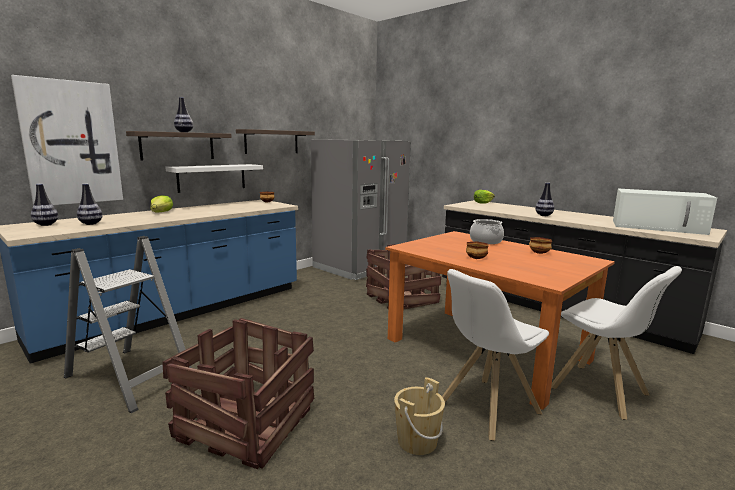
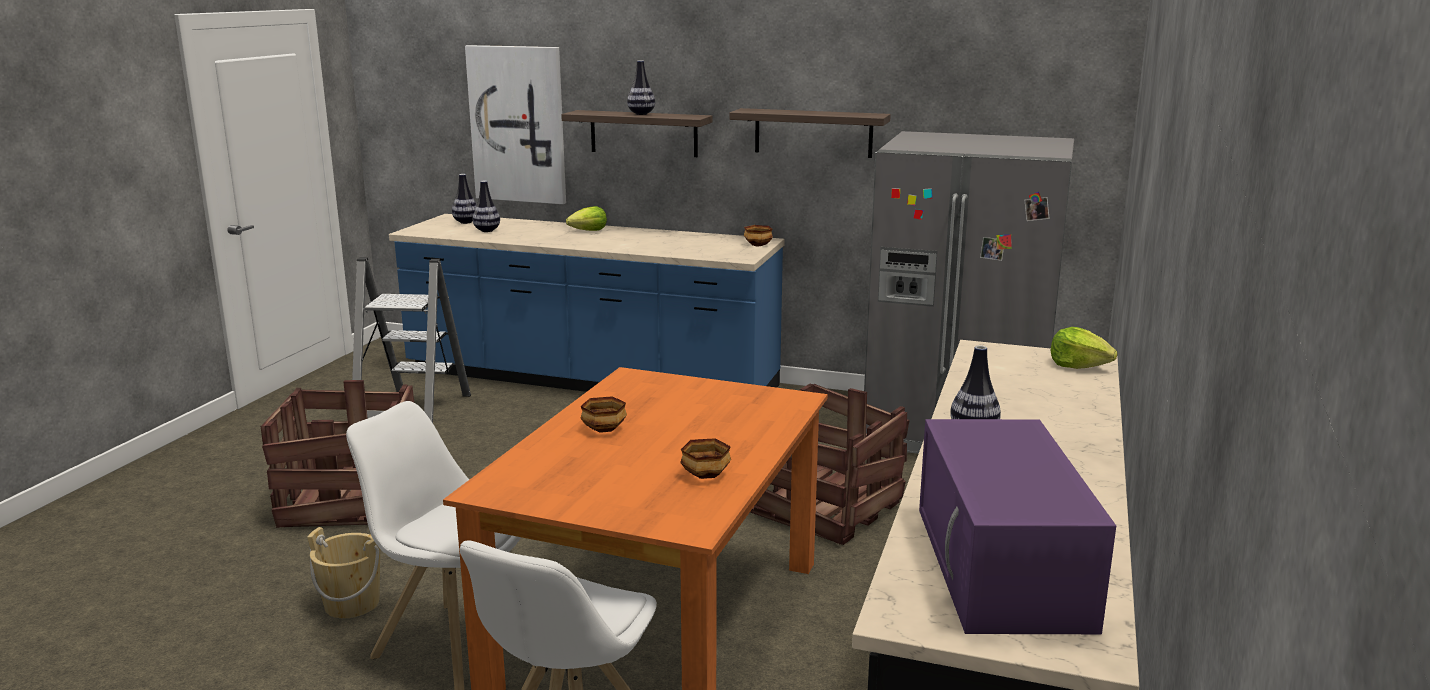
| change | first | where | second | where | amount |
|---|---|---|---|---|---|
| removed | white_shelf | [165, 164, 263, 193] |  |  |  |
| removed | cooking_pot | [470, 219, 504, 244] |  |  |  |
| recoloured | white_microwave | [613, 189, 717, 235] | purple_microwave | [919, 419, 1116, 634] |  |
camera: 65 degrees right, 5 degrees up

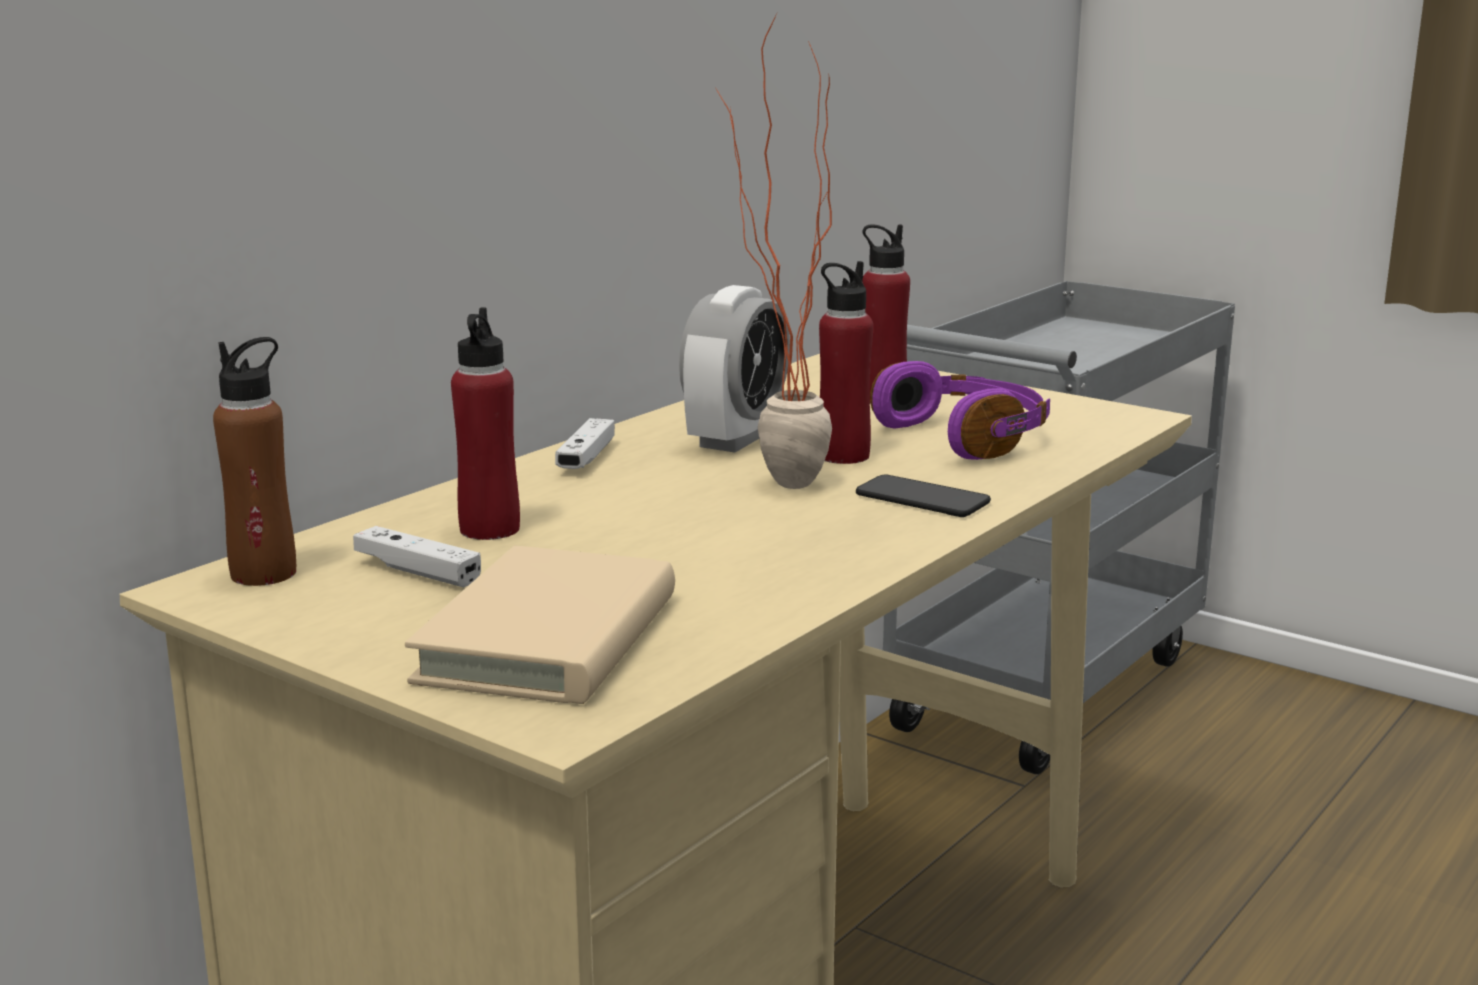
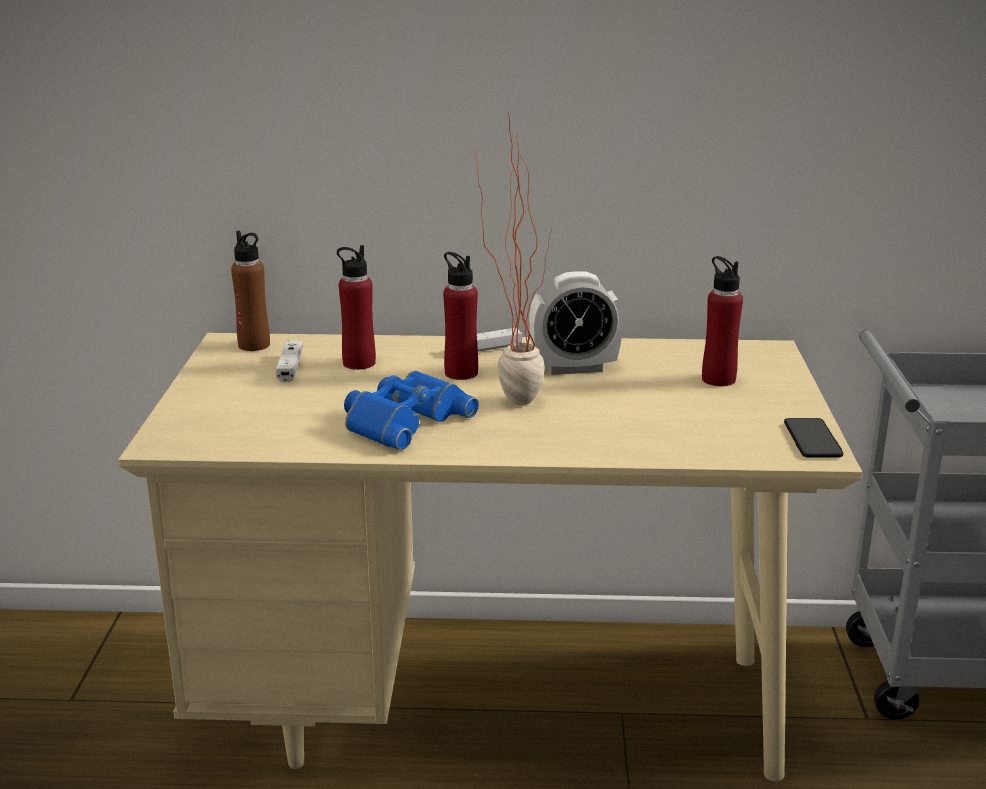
| change | first | where | second | where | amount |
|---|---|---|---|---|---|
| removed | beige_book | [405, 546, 675, 704] |  |  |  |
| moved | red_bottle | [819, 261, 873, 464] |  | [443, 252, 478, 380] |  |
| moved | phone | [856, 475, 991, 517] |  | [784, 418, 844, 458] |  |
| removed | purple_headphones | [870, 361, 1050, 460] |  |  |  |
| added |  |  | blue_binoculars | [344, 371, 479, 450] |  |
camera: 55 degrees right, 5 degrees up

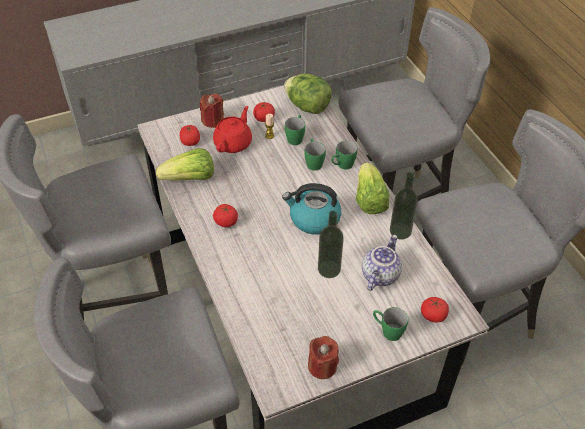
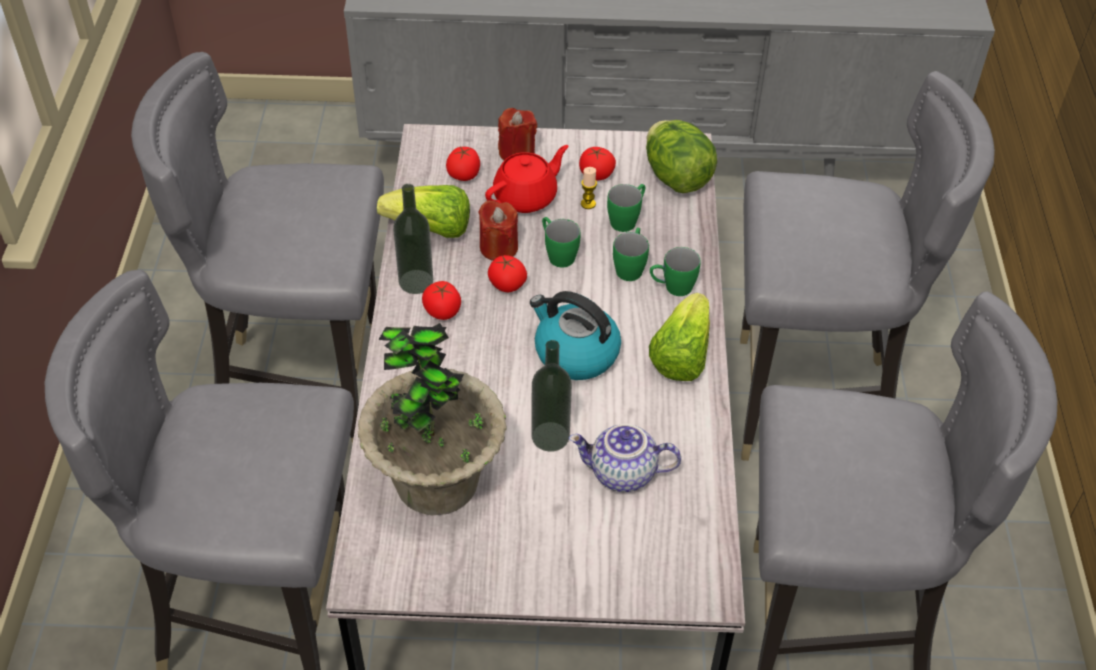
| change | first | where | second | where | amount |
|---|---|---|---|---|---|
| moved | red_candle | [308, 336, 339, 379] |  | [478, 200, 518, 261] |  |
| turned | teapot | [362, 235, 402, 291] |  | [569, 424, 681, 492] | 135 degrees counterclockwise |
| moved | green_mug | [373, 307, 408, 341] |  | [542, 217, 580, 268] |  |
| moved | bottle | [390, 172, 418, 239] |  | [393, 184, 433, 294] |  |
| moved | tomato | [421, 297, 449, 322] |  | [488, 255, 527, 292] |  |
| added |  |  | potted_plant | [358, 323, 506, 515] |  |
camera: 25 degrees right, 0 degrees up

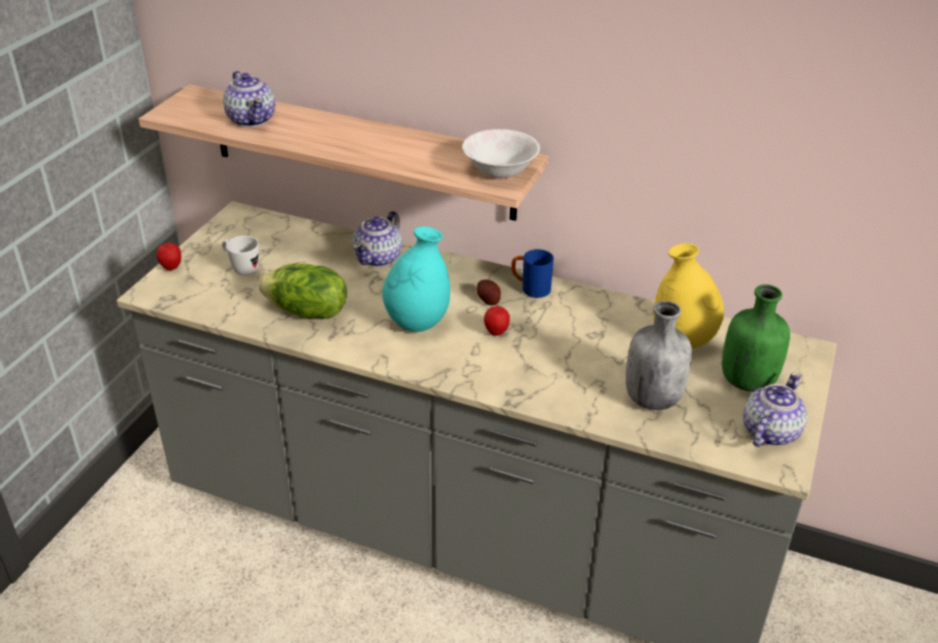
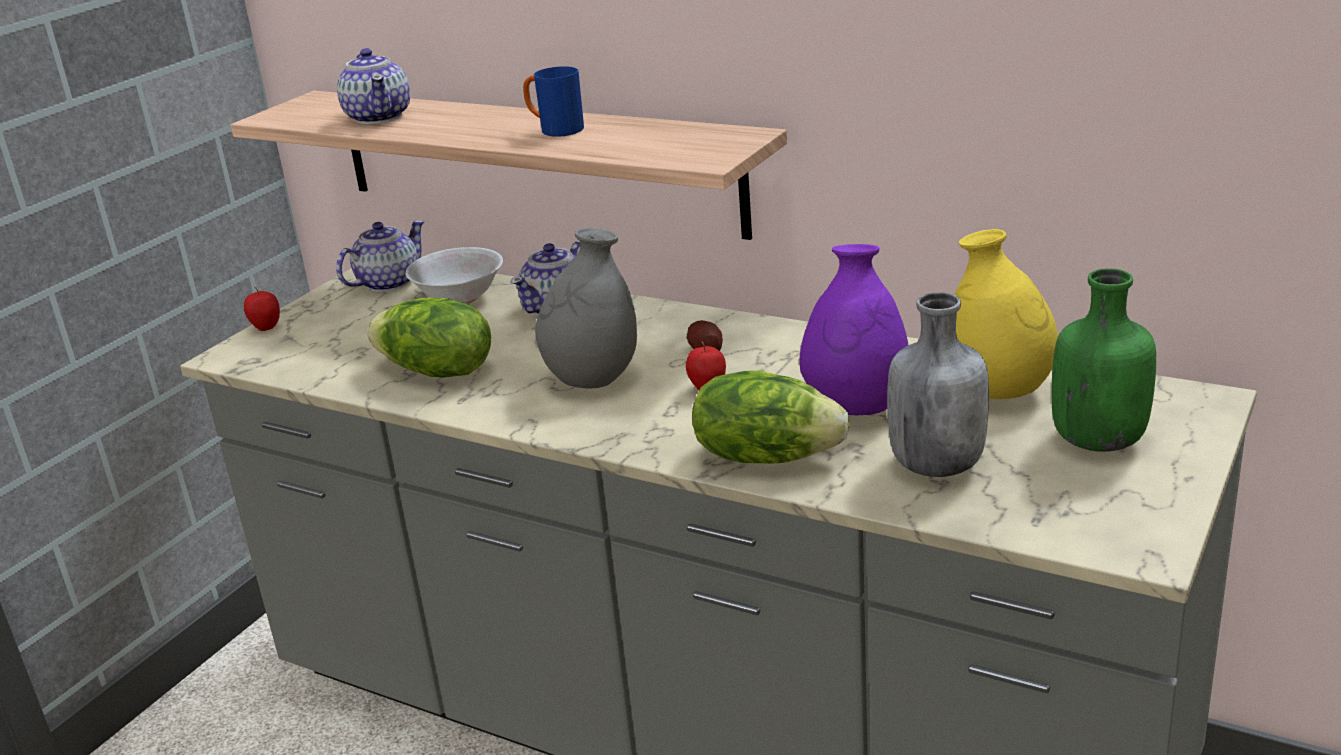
| change | first | where | second | where | amount |
|---|---|---|---|---|---|
| removed | white_mug | [222, 236, 259, 276] |  |  |  |
| recoloured | turquoise_vase | [382, 226, 450, 332] | grey_vase | [535, 228, 637, 388] |  |
| moved | white_bowl | [462, 129, 540, 179] |  | [405, 247, 503, 304] |  |
| moved | blue_mug | [511, 249, 554, 298] |  | [523, 66, 584, 137] |  |
| moved | teapot | [743, 372, 807, 447] |  | [336, 220, 425, 292] |  |
| added |  |  | lettuce | [692, 371, 850, 464] |  |
| added |  |  | purple_vase | [799, 244, 908, 415] |  |
camera: 10 degrees right, 10 degrees down

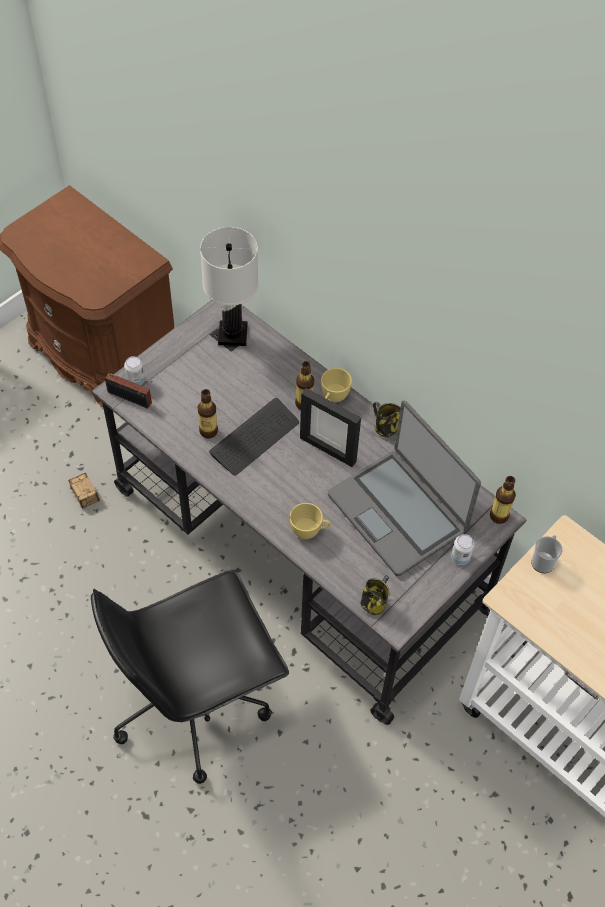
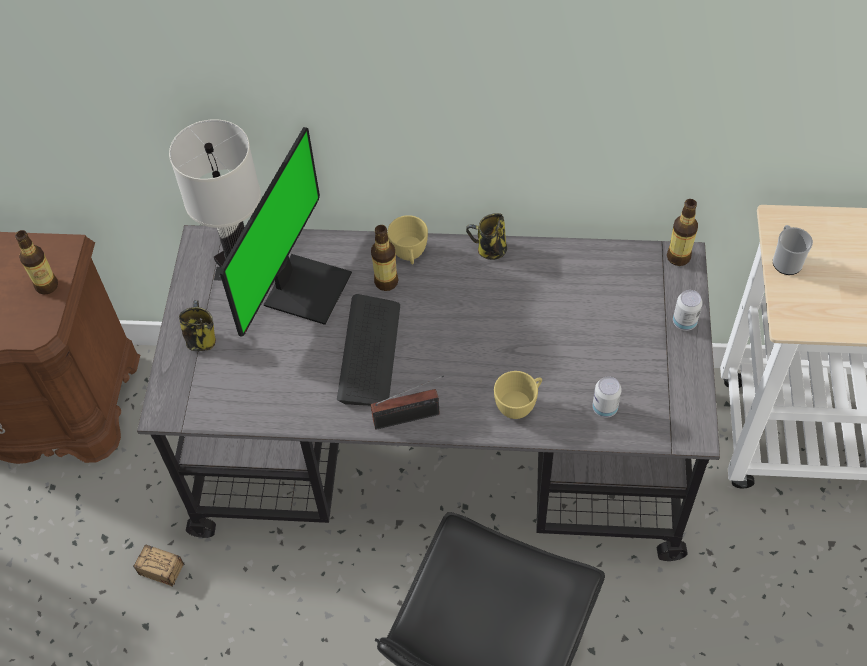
| change | first | where | second | where | amount |
|---|---|---|---|---|---|
| moved | radio | [105, 373, 152, 409] |  | [371, 375, 444, 429] |  |
| moved | can | [124, 356, 145, 385] |  | [592, 376, 622, 418] |  |
| moved | bottle | [198, 389, 218, 439] |  | [15, 230, 58, 295] |  |
| removed | picture_frame | [300, 388, 361, 467] |  |  |  |
| removed | laptop | [328, 401, 481, 576] |  |  |  |
| moved | mug | [360, 575, 390, 615] |  | [179, 300, 216, 351] |  |
| added |  |  | monitor | [220, 127, 352, 337] |  |
camera: 35 degrees left, 0 degrees up

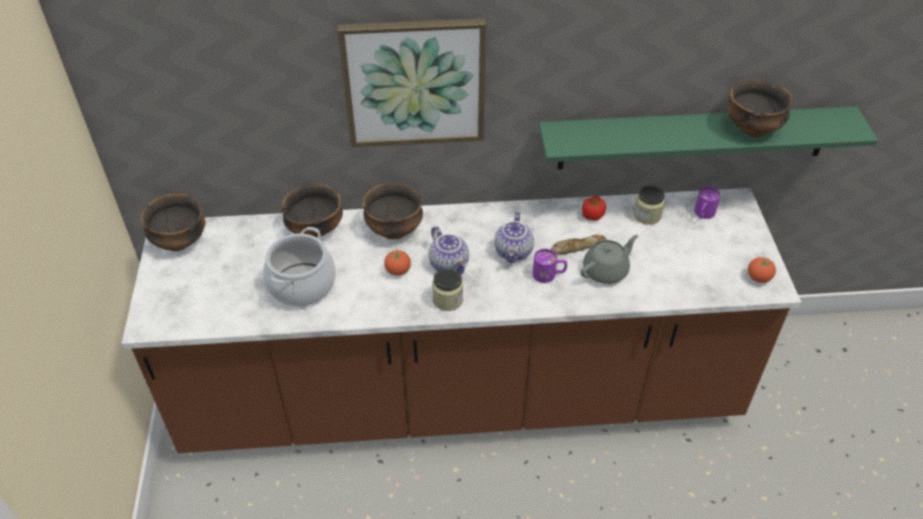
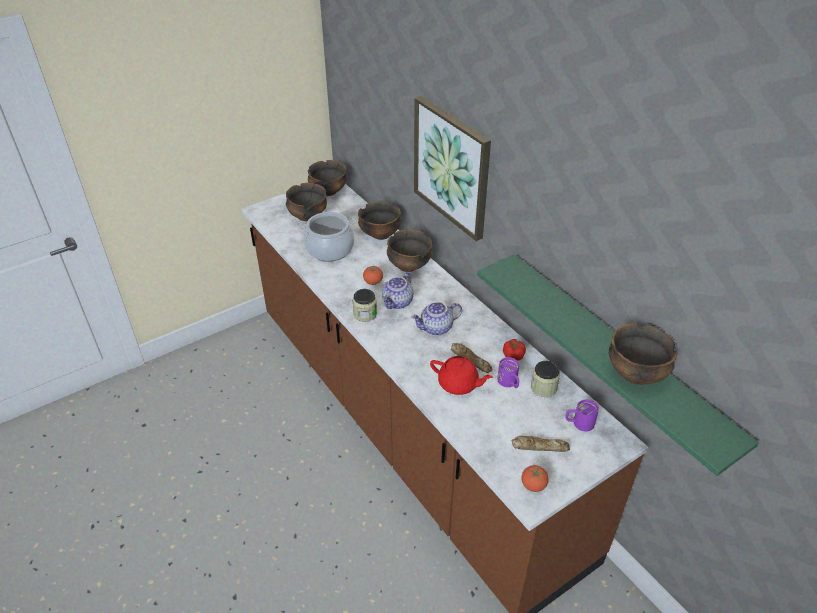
| change | first | where | second | where | amount |
|---|---|---|---|---|---|
| moved | purple_mug | [533, 249, 567, 283] |  | [497, 357, 519, 388] |  |
| recoloured | grey_teapot | [580, 235, 638, 284] | red_teapot | [430, 356, 493, 395] |  |
| added |  |  | bowl | [286, 183, 327, 221] |  |
| added |  |  | bread | [511, 436, 570, 452] |  |
camera: 60 degrees right, 5 degrees down

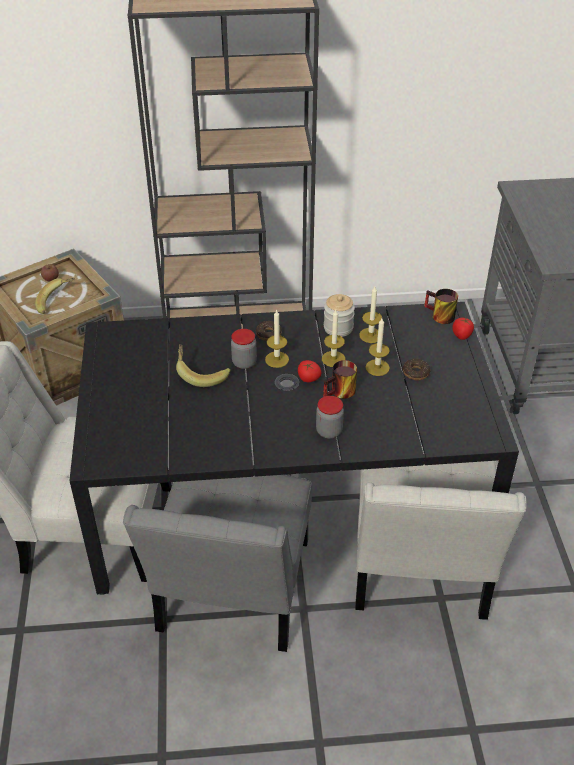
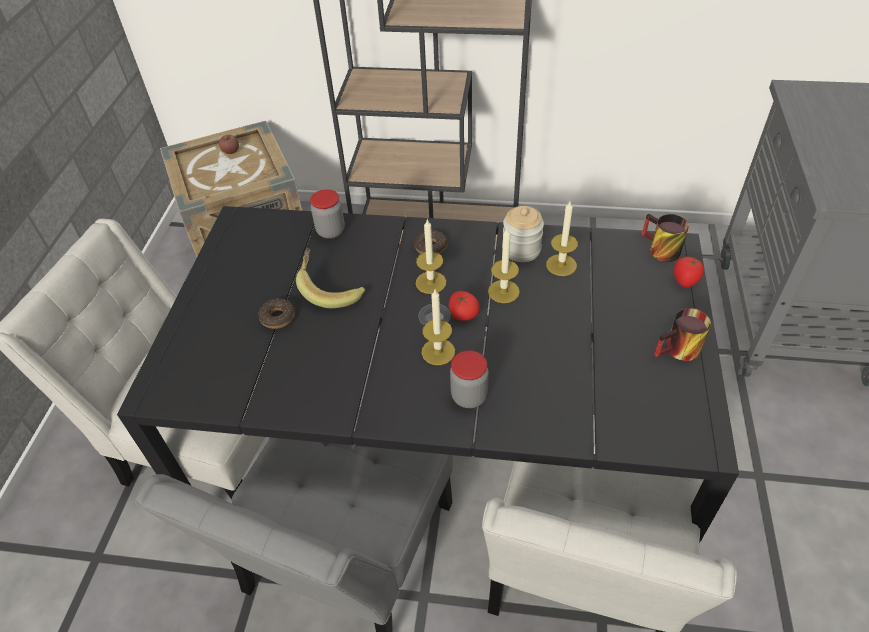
| change | first | where | second | where | amount |
|---|---|---|---|---|---|
| removed | banana | [35, 278, 75, 314] |  |  |  |
| moved | jar | [231, 329, 257, 369] |  | [310, 189, 345, 239] |  |
| moved | mug | [323, 360, 357, 399] |  | [654, 308, 711, 361] |  |
| moved | candle | [365, 318, 390, 376] |  | [421, 290, 455, 365] |  |
| moved | donut | [403, 359, 430, 380] |  | [258, 298, 295, 329] |  |
camera: 15 degrees right, 5 degrees up

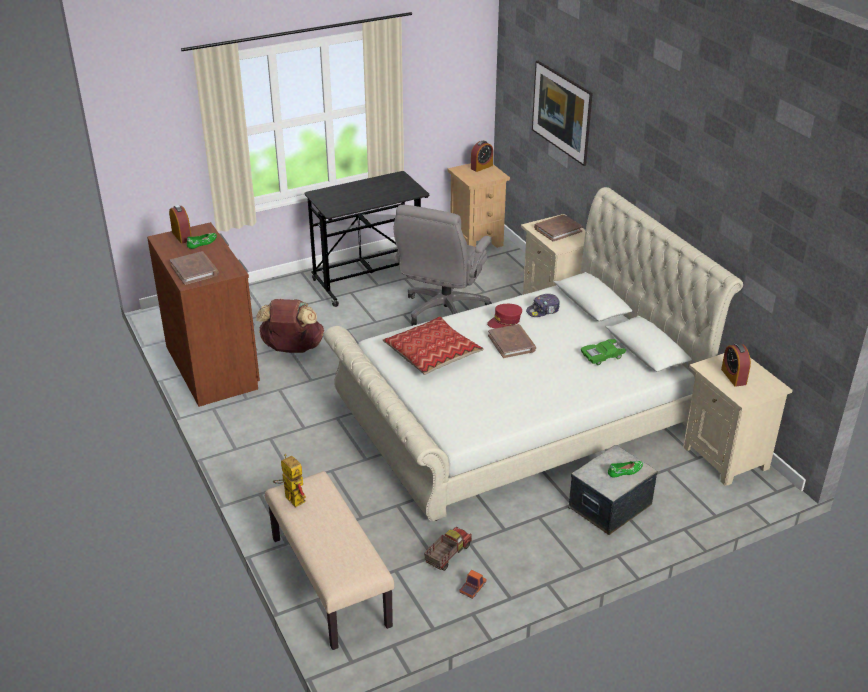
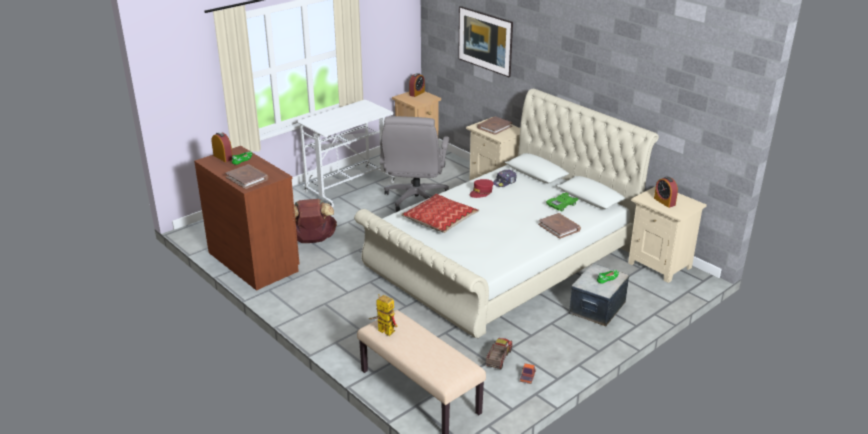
| change | first | where | second | where | amount |
|---|---|---|---|---|---|
| recoloured | black_desk | [304, 171, 429, 307] | white_desk | [297, 100, 395, 207] |  |
| moved | brown_book | [488, 324, 536, 358] |  | [538, 213, 581, 239] |  |
camera: 15 degrees left, 5 degrees down

